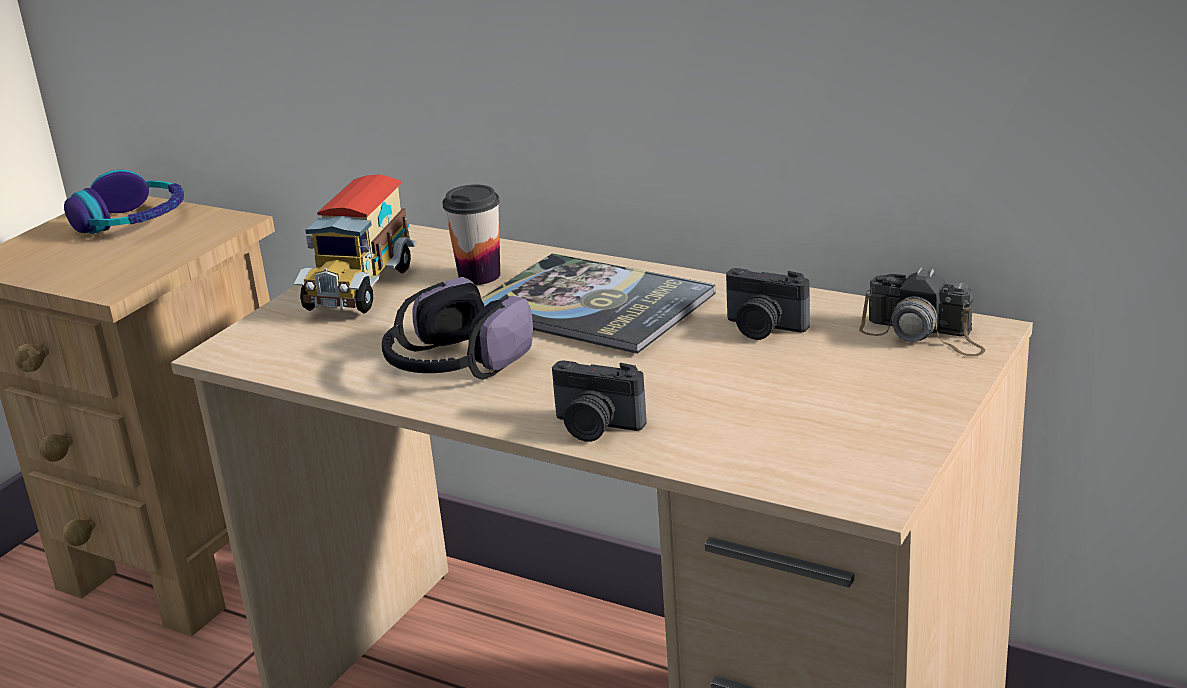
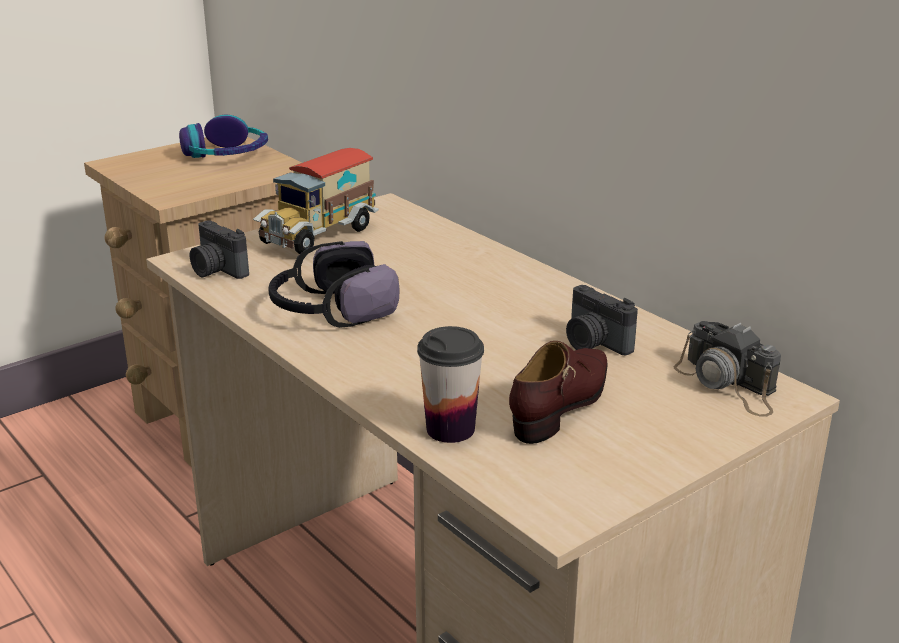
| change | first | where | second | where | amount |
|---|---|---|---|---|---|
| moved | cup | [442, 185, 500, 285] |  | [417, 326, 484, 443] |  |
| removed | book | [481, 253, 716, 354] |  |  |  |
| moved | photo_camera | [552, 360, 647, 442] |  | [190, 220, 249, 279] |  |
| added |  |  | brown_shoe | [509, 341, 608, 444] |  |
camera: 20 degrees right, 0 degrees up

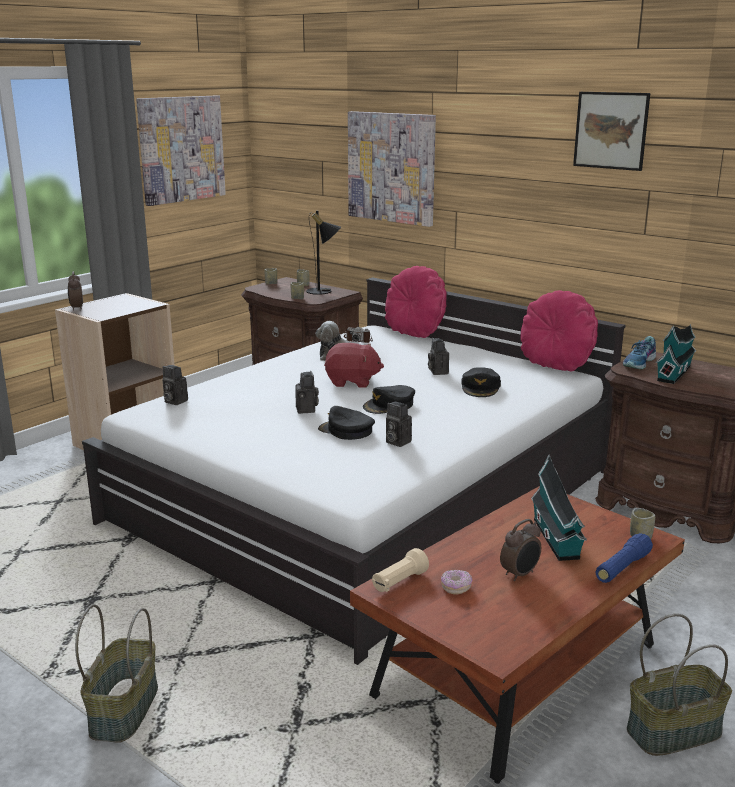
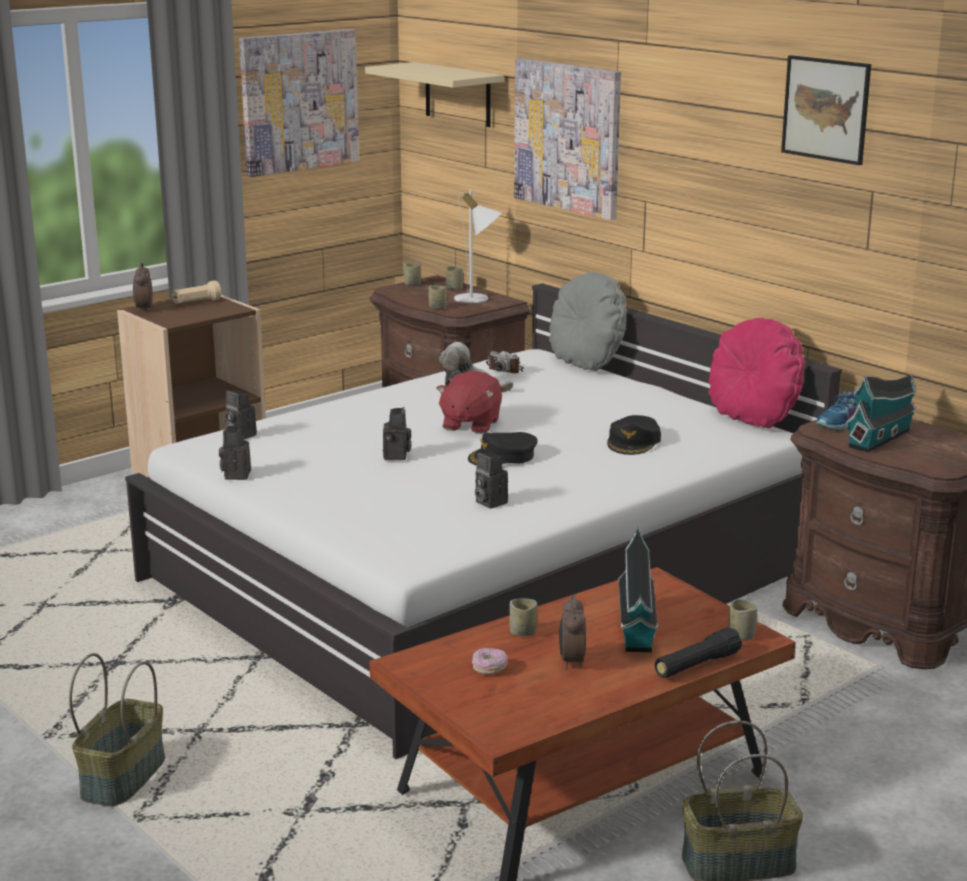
| change | first | where | second | where | amount |
|---|---|---|---|---|---|
| recoloured | black_table_lamp | [306, 211, 341, 295] | white_table_lamp | [454, 190, 502, 303] |  |
| removed | black_cap | [318, 406, 375, 440] |  |  |  |
| turned | red_plush_toy | [324, 343, 384, 388] |  | [436, 371, 502, 434] | 90 degrees clockwise |
| moved | beige_flashlight | [372, 548, 429, 592] |  | [172, 280, 221, 304] |  |
| recoloured | pink_pillow | [385, 266, 447, 338] | grey_pillow | [549, 272, 627, 371] |  |
| moved | photo_camera | [428, 338, 449, 375] |  | [219, 425, 251, 480] |  |
| turned | alarm_clock | [500, 519, 541, 581] |  | [559, 594, 586, 669] | 120 degrees clockwise |
| recoloured | blue_flashlight | [596, 533, 653, 583] | black_flashlight | [655, 627, 742, 678] |  |
| added |  |  | beige_shelf | [365, 62, 504, 127] |  |
| added |  |  | cup | [509, 599, 537, 636] |  |
camera: 10 degrees right, 0 degrees up

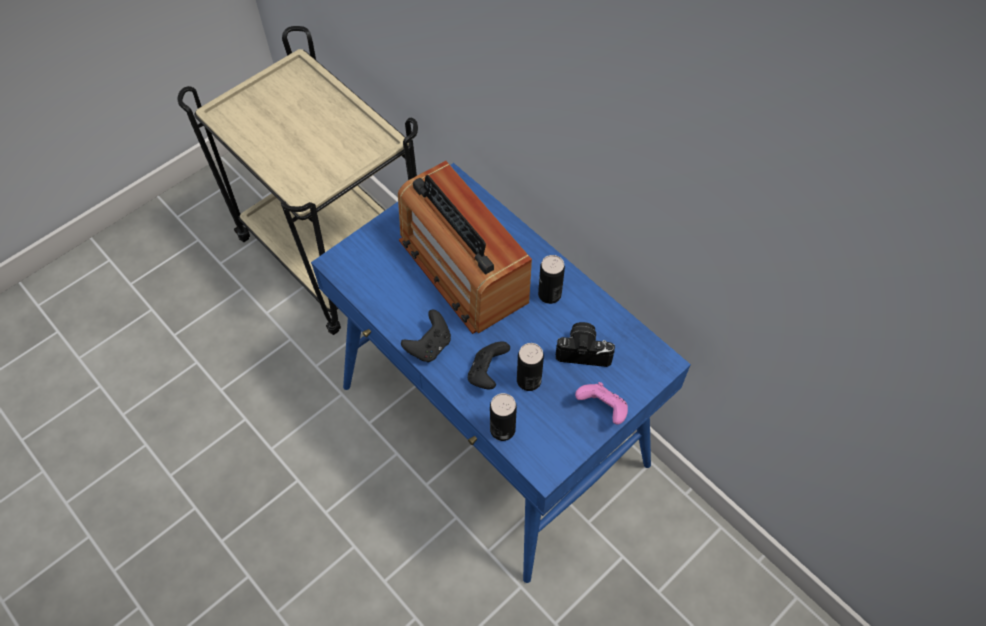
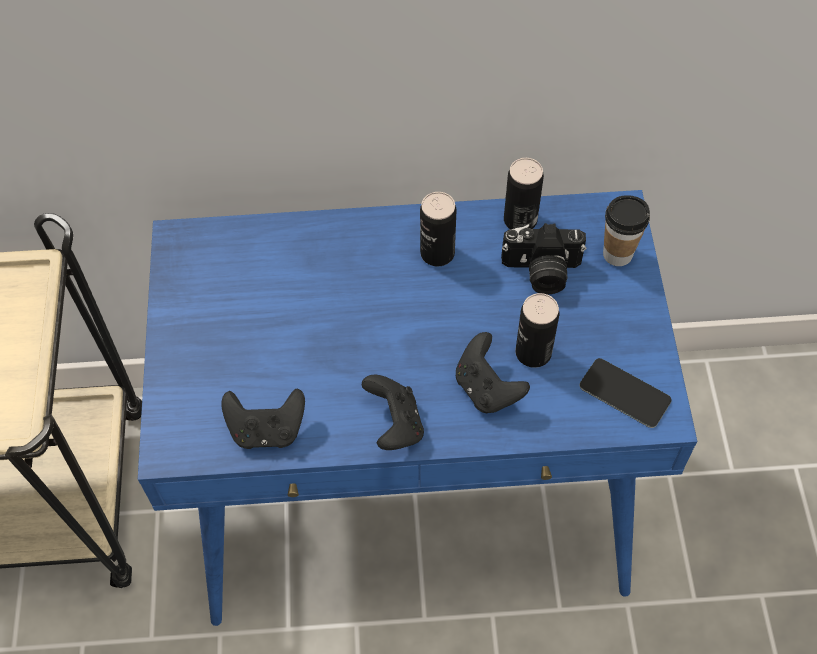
| change | first | where | second | where | amount |
|---|---|---|---|---|---|
| removed | radio | [398, 161, 532, 334] |  |  |  |
| moved | can | [490, 393, 517, 441] |  | [504, 158, 544, 229] |  |
| turned | photo_camera | [556, 322, 615, 367] |  | [501, 223, 586, 294] | 135 degrees counterclockwise |
| removed | pink_game_controller | [575, 382, 628, 425] |  |  |  |
| added |  |  | black_game_controller | [222, 388, 305, 449] |  |
| added |  |  | phone | [580, 358, 672, 428] |  |
| added |  |  | cup | [603, 195, 650, 266] |  |
camera: 50 degrees left, 0 degrees up

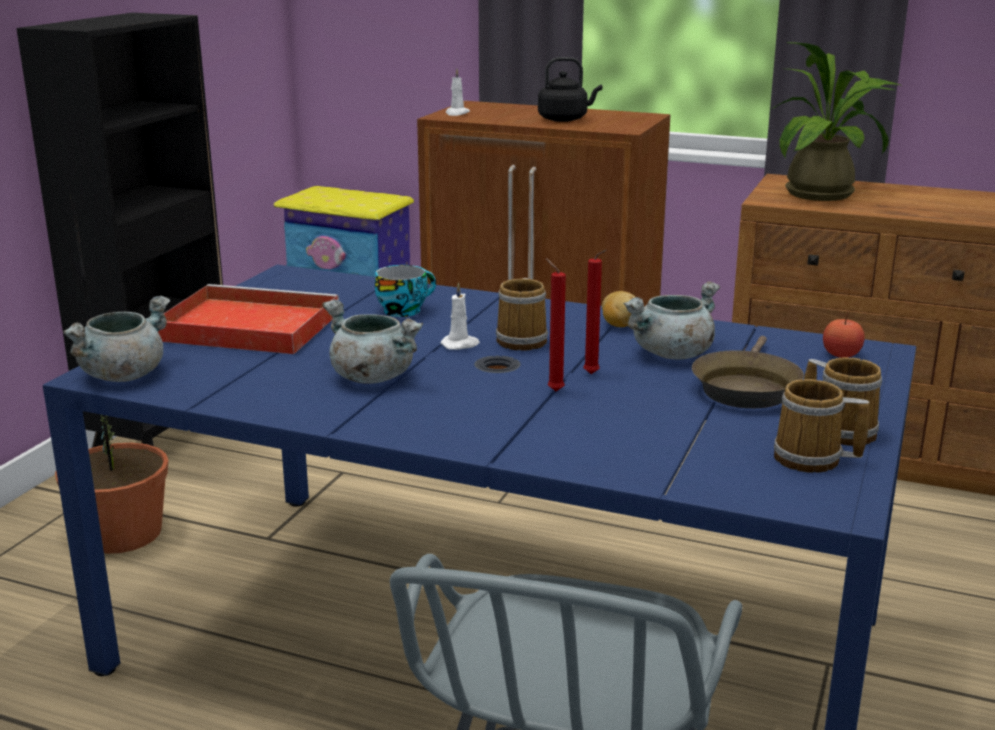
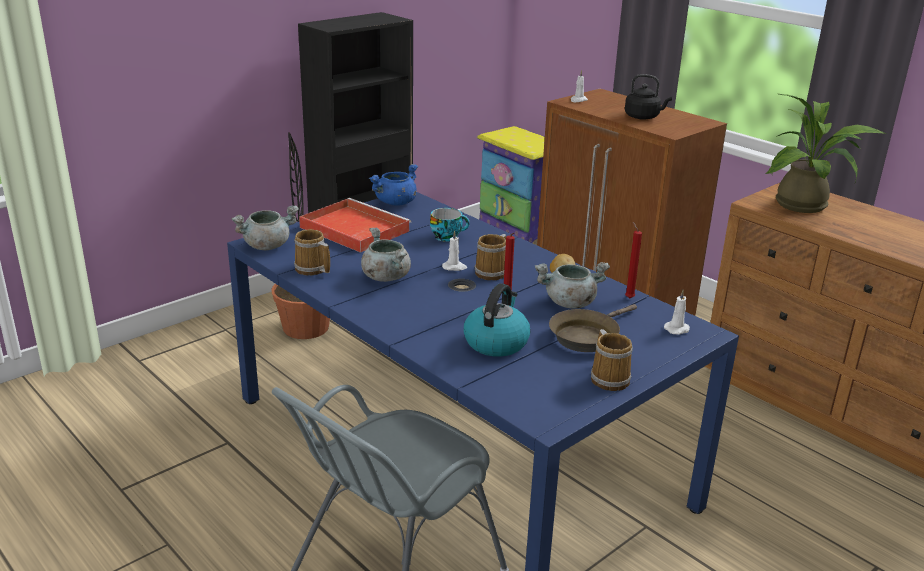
| change | first | where | second | where | amount |
|---|---|---|---|---|---|
| moved | red_candle | [545, 258, 566, 391] |  | [625, 222, 642, 299] |  |
| moved | mug | [774, 379, 869, 473] |  | [294, 229, 330, 275] |  |
| replaced | apple | [823, 311, 865, 358] | white_candle | [664, 290, 690, 334] |  |
| added |  |  | blue_cooking_pot | [369, 164, 418, 206] |  |
| added |  |  | kettle | [464, 283, 530, 357] |  |
camera: 25 degrees right, 5 degrees up

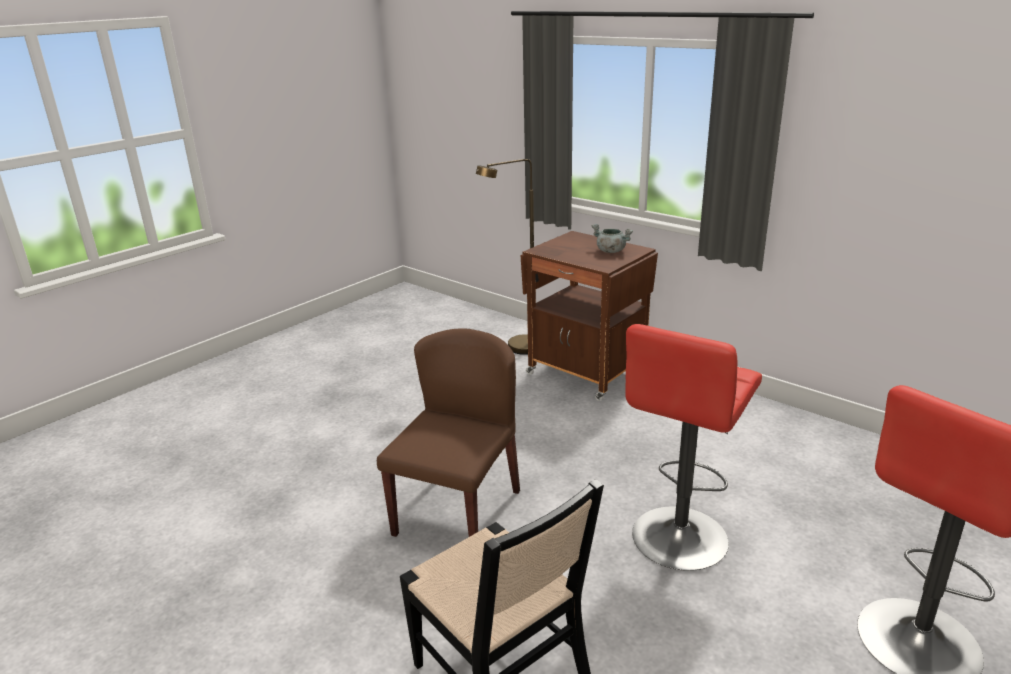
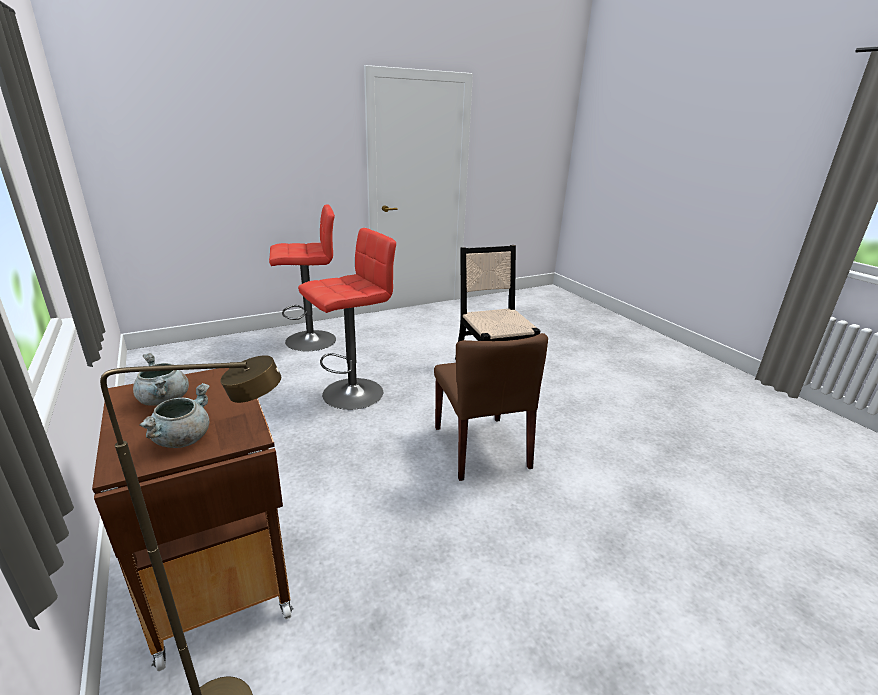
| change | first | where | second | where | amount |
|---|---|---|---|---|---|
| turned | brown_chair | [377, 328, 520, 537] |  | [434, 333, 548, 481] | 60 degrees counterclockwise |
| added |  |  | grey_cooking_pot | [140, 383, 210, 448] |  |
camera: 160 degrees left, 0 degrees up

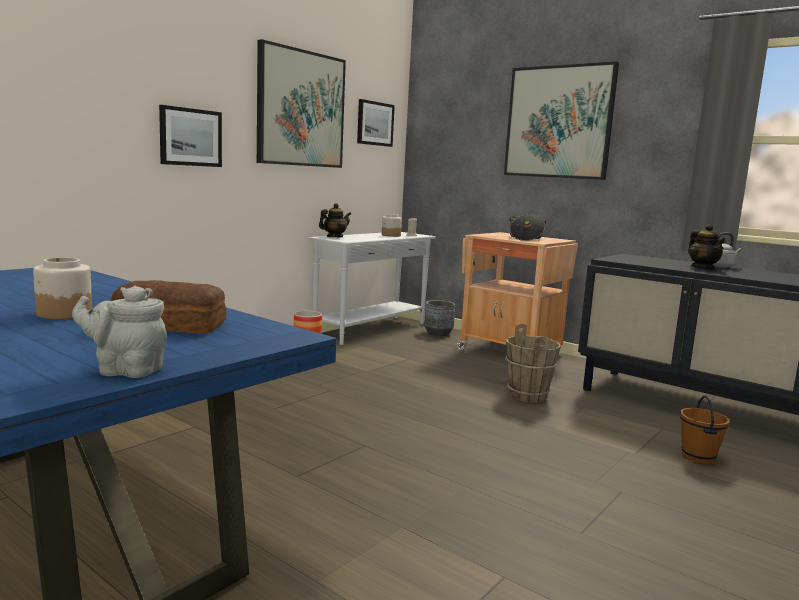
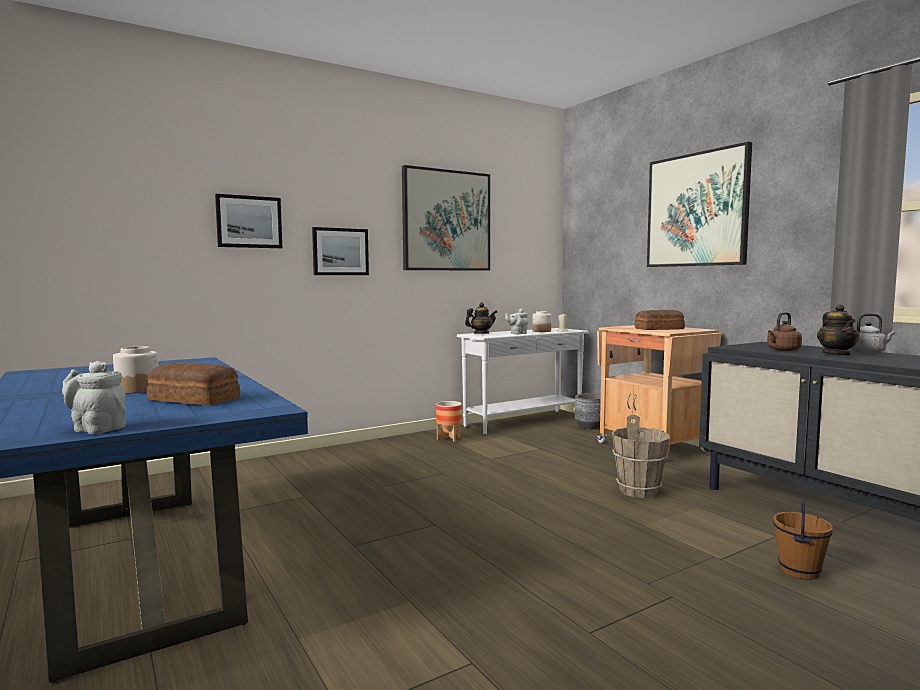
| change | first | where | second | where | amount |
|---|---|---|---|---|---|
| moved | picture | [357, 99, 395, 147] |  | [215, 194, 282, 248] |  |
| replaced | cooking_pot | [510, 214, 546, 241] | bread | [635, 310, 685, 330] |  |
| added |  |  | grey_teapot | [505, 309, 528, 334] |  |
| added |  |  | brown_kettle | [767, 312, 802, 351] |  |
camera: 20 degrees right, 5 degrees down

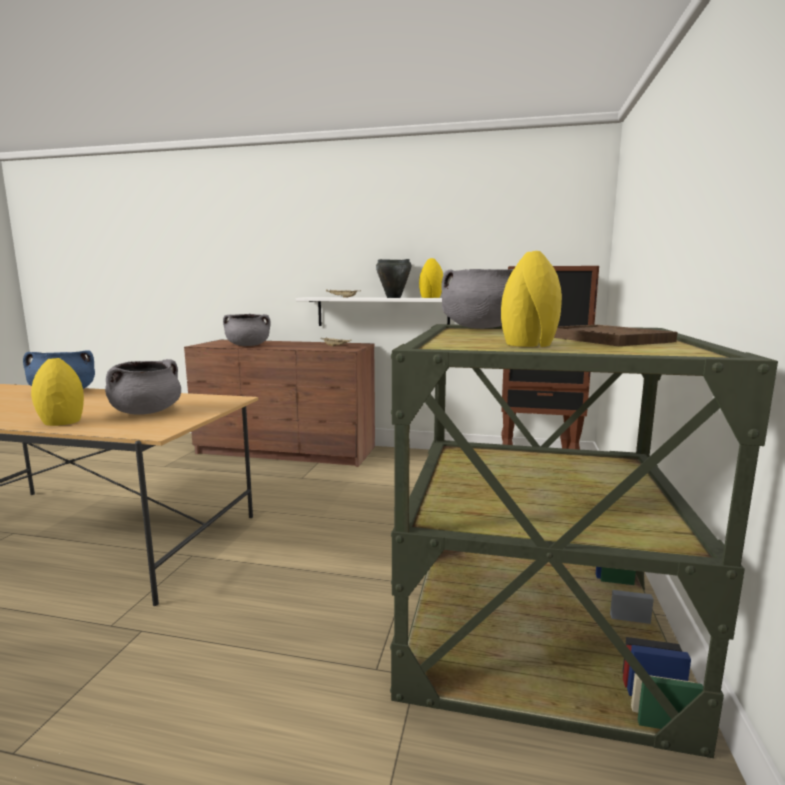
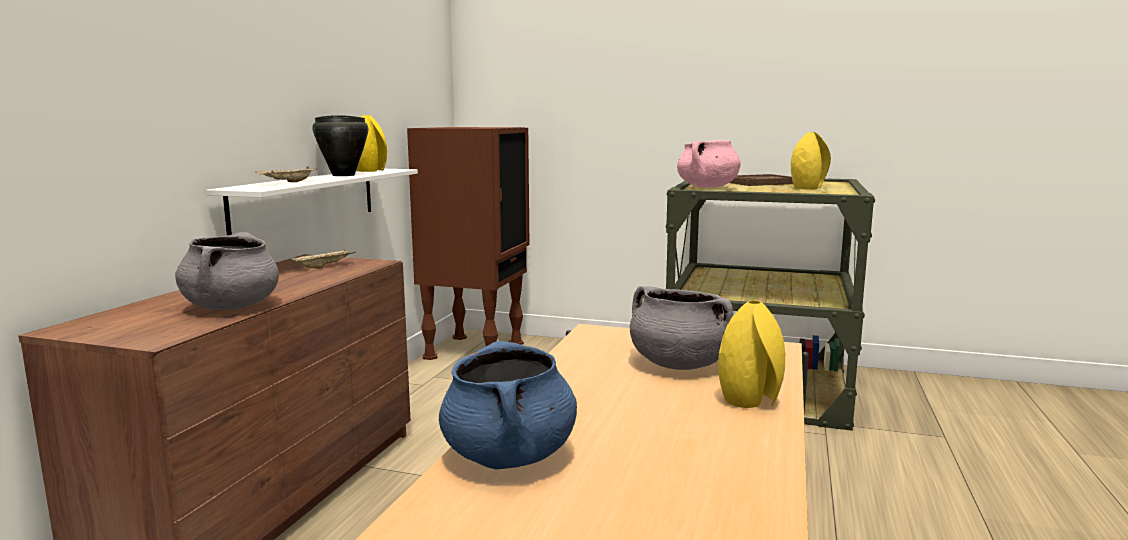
| change | first | where | second | where | amount |
|---|---|---|---|---|---|
| recoloured | grey_cooking_pot | [441, 269, 514, 329] | pink_cooking_pot | [677, 140, 741, 188] |  |
camera: 85 degrees left, 0 degrees up

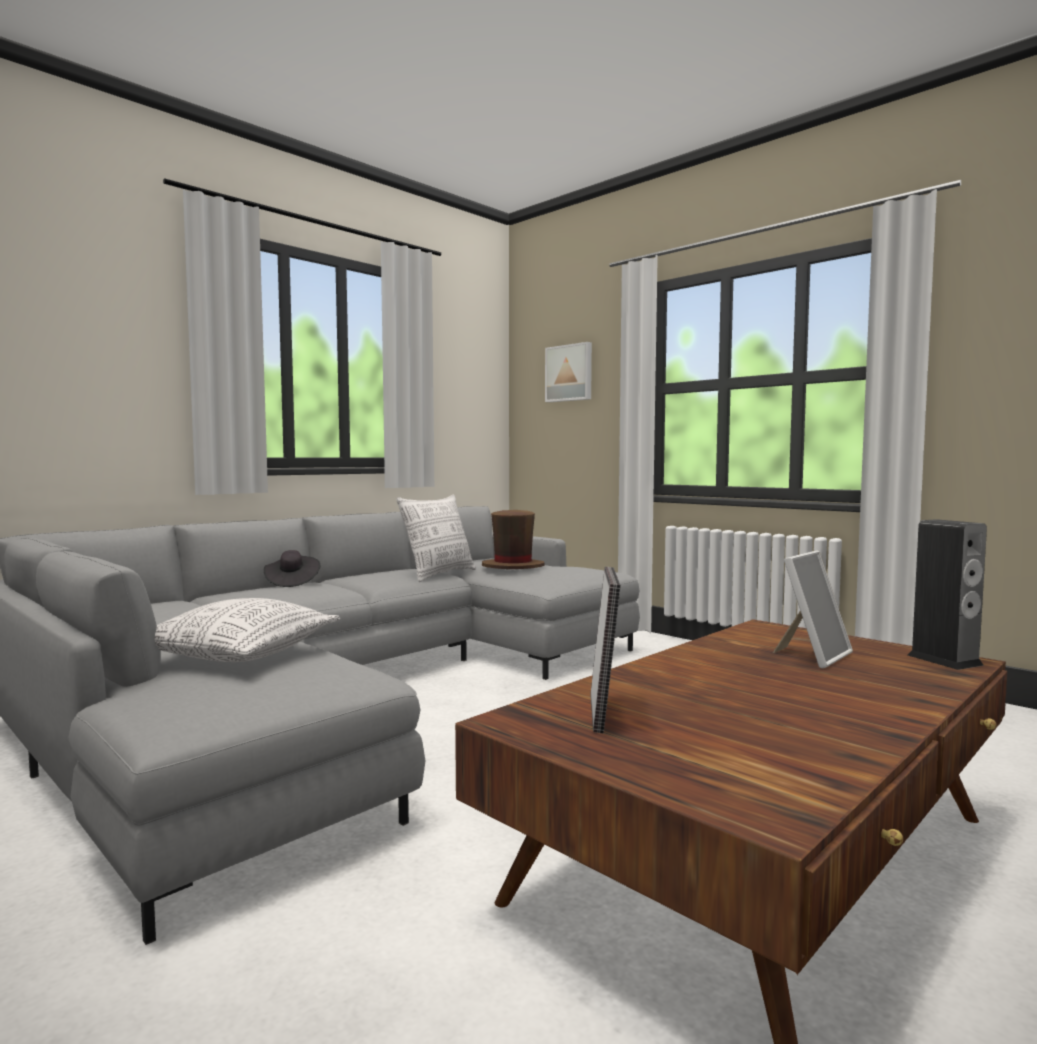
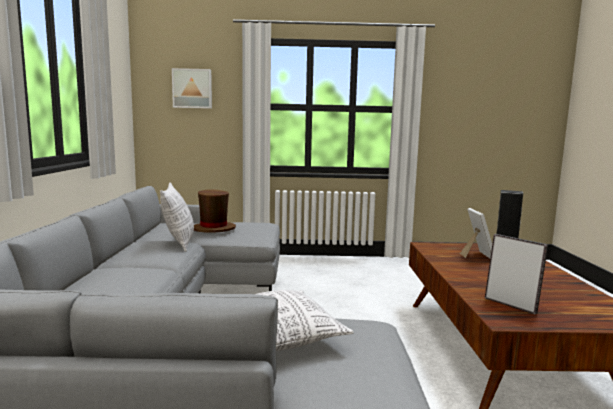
| change | first | where | second | where | amount |
|---|---|---|---|---|---|
| removed | black_hat | [264, 550, 320, 587] |  |  |  |
camera: 45 degrees left, 5 degrees up

